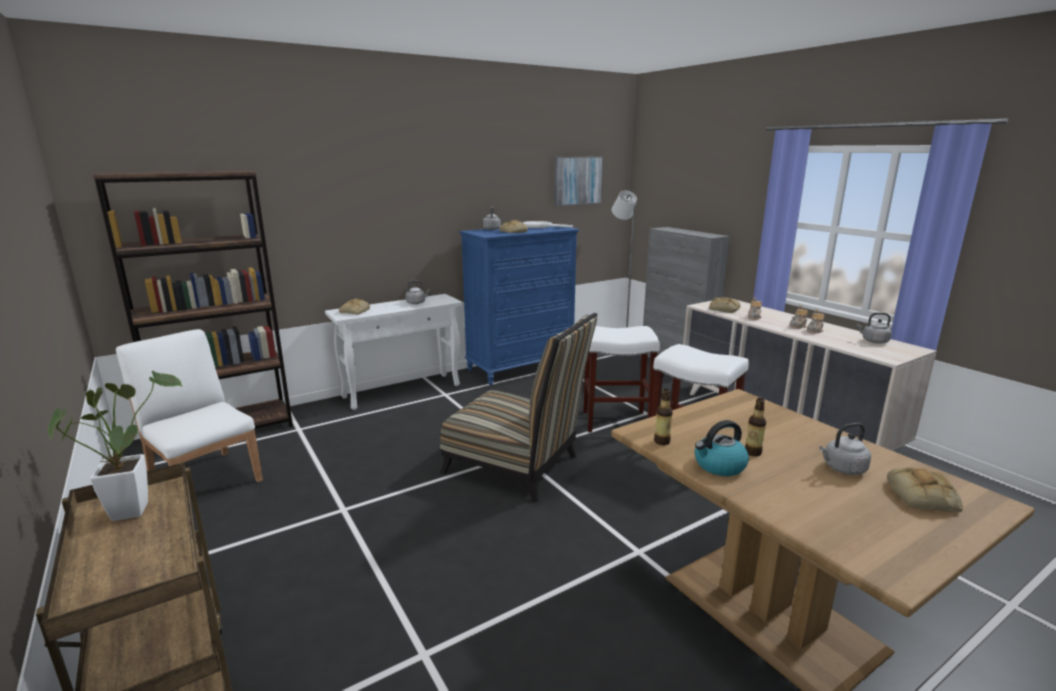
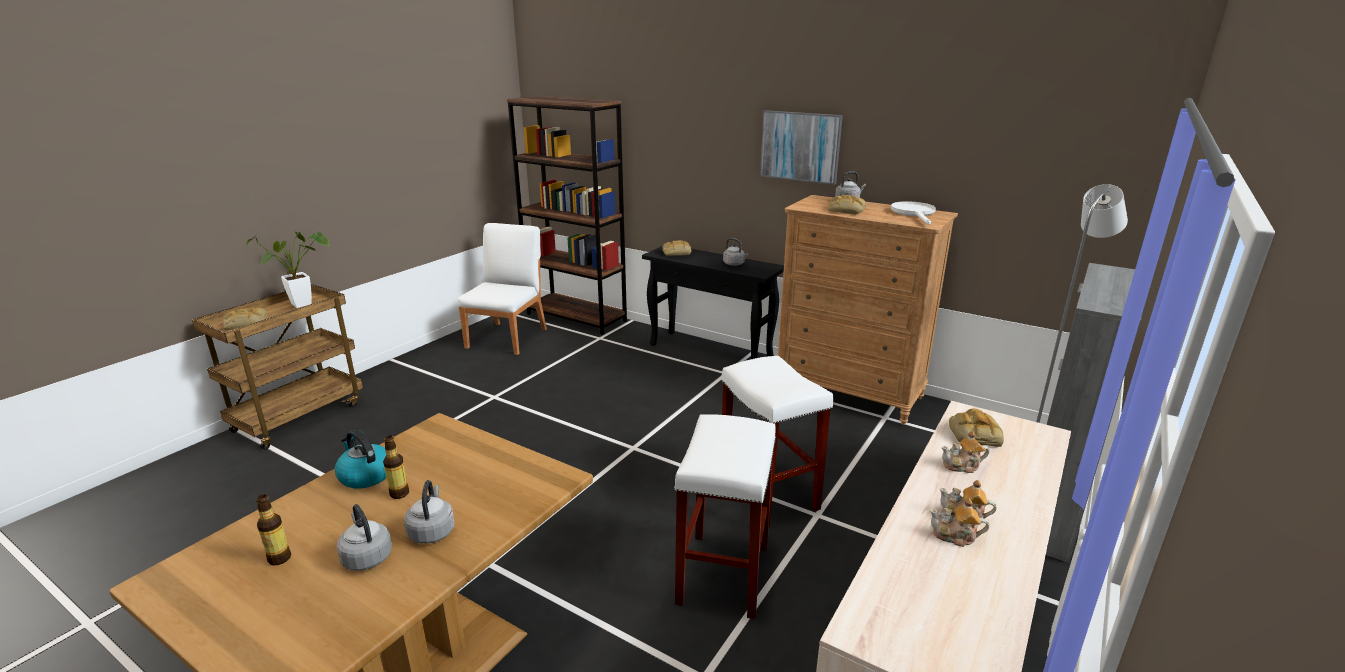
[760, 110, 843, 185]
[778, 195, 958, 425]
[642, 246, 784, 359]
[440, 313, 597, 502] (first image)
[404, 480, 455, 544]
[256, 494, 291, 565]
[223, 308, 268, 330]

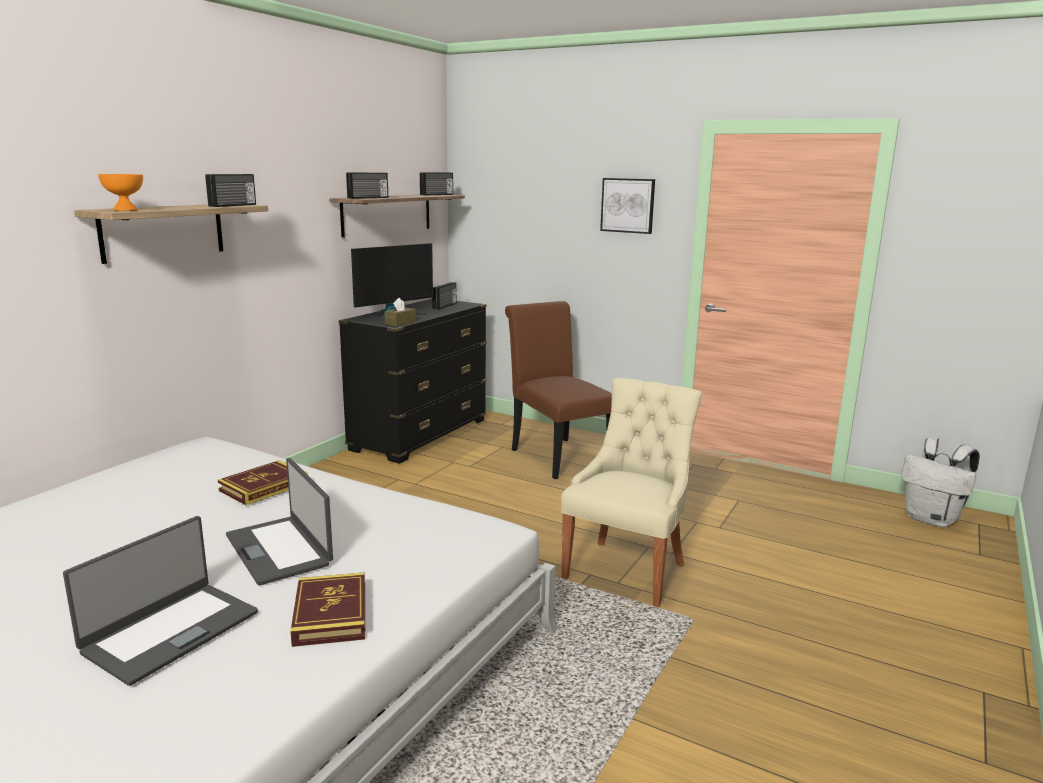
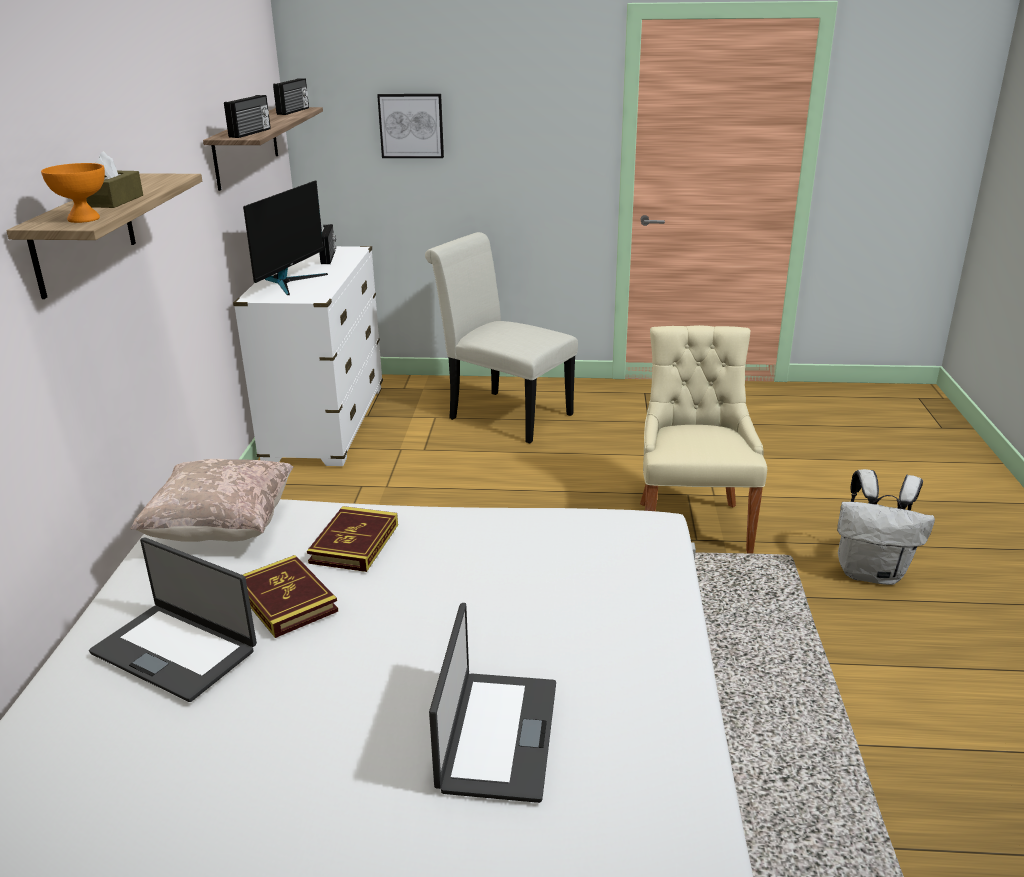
[205, 174, 256, 207] (first image)
[377, 94, 444, 158]
[233, 246, 383, 466]
[86, 151, 143, 208]
[425, 232, 578, 443]
[837, 469, 935, 585]
[89, 538, 257, 702]
[243, 555, 338, 638]
[130, 459, 293, 542]

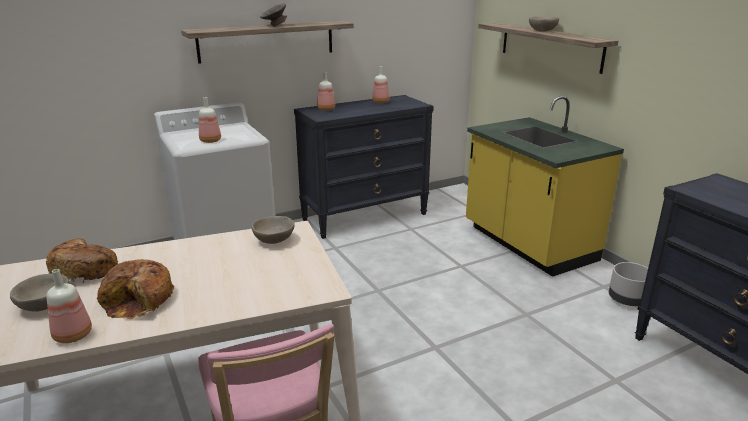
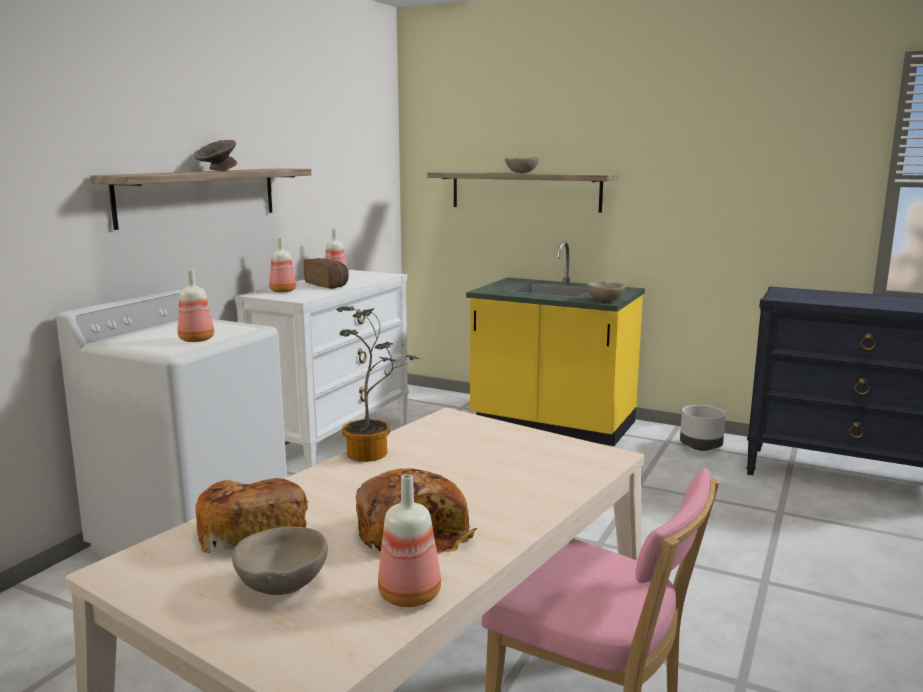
[235, 269, 409, 469]
[587, 281, 625, 301]
[304, 258, 349, 289]
[336, 306, 420, 462]

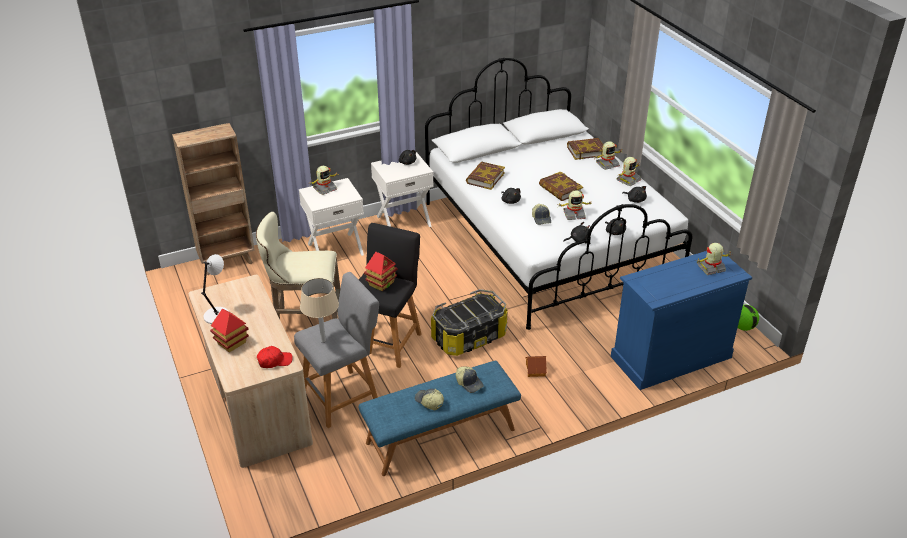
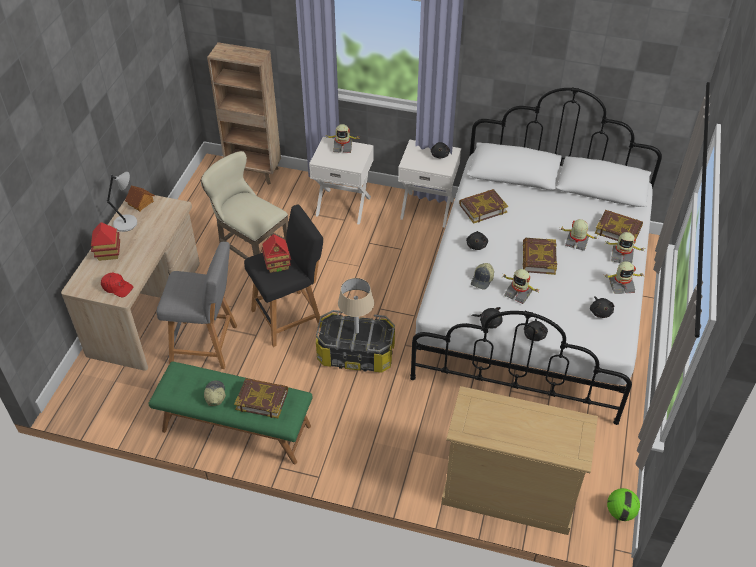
[559, 219, 599, 251]
[441, 386, 598, 535]
[338, 278, 374, 334]
[125, 185, 155, 211]
[148, 361, 313, 464]
[234, 378, 288, 418]

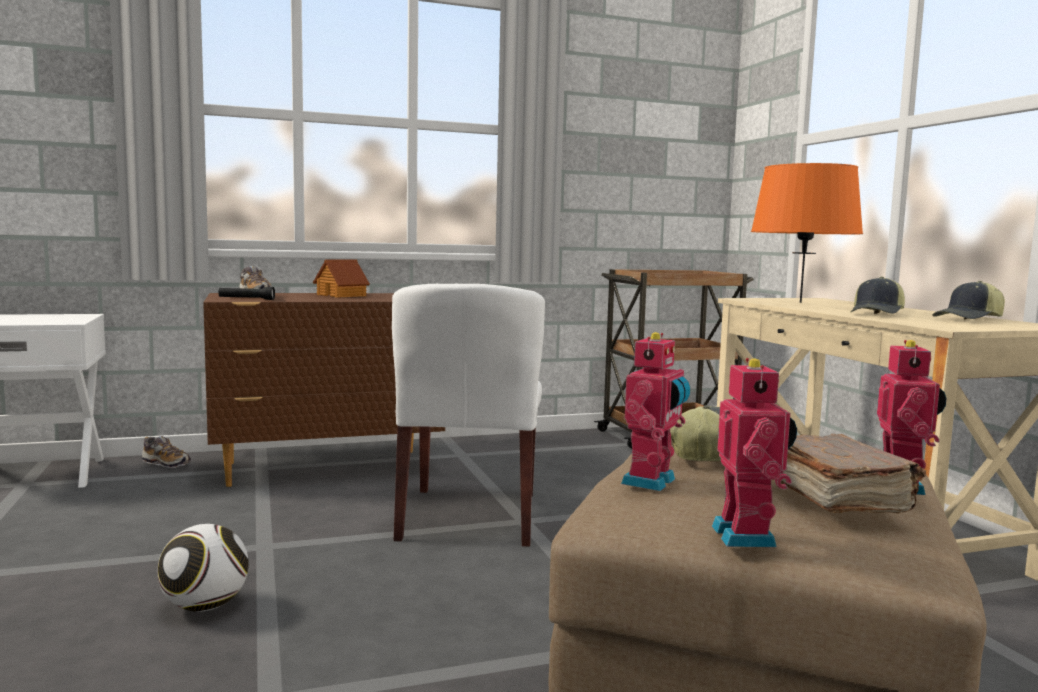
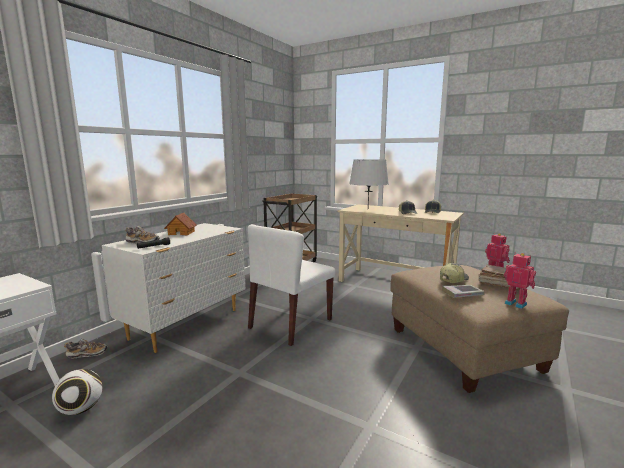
[349, 159, 389, 205]
[248, 224, 335, 346]
[102, 223, 246, 353]
[442, 285, 484, 298]
[52, 369, 102, 415]

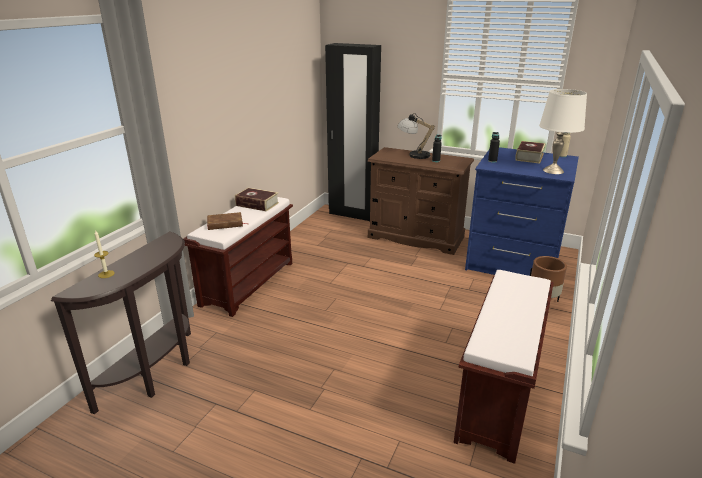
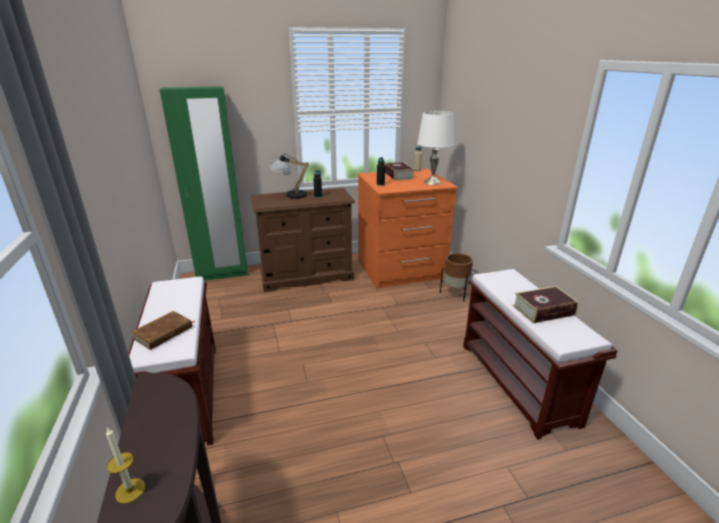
[160, 86, 248, 281]
[357, 168, 458, 289]
[513, 286, 579, 323]

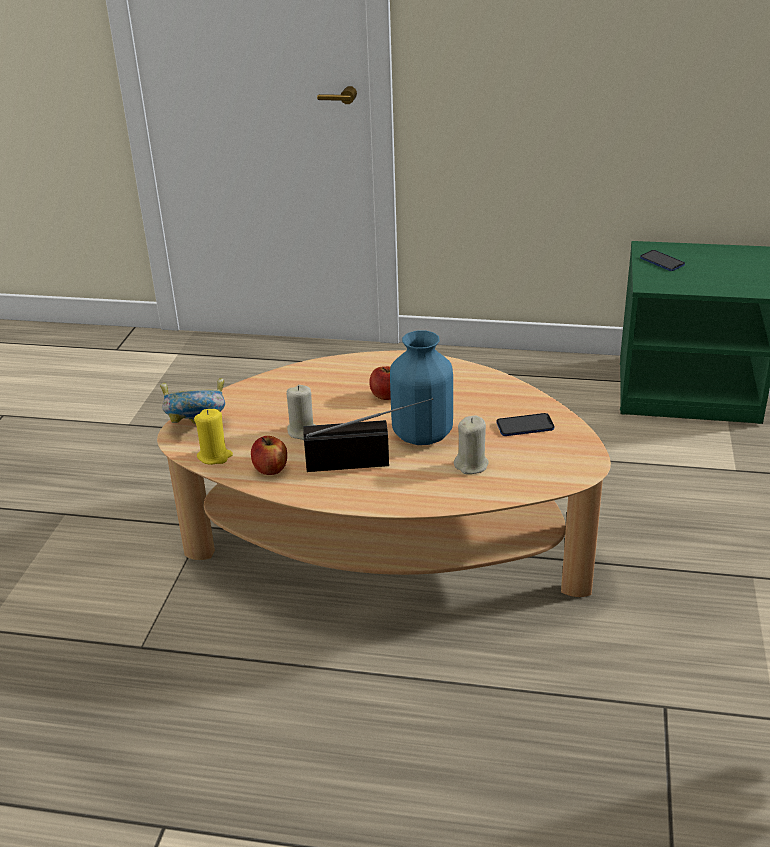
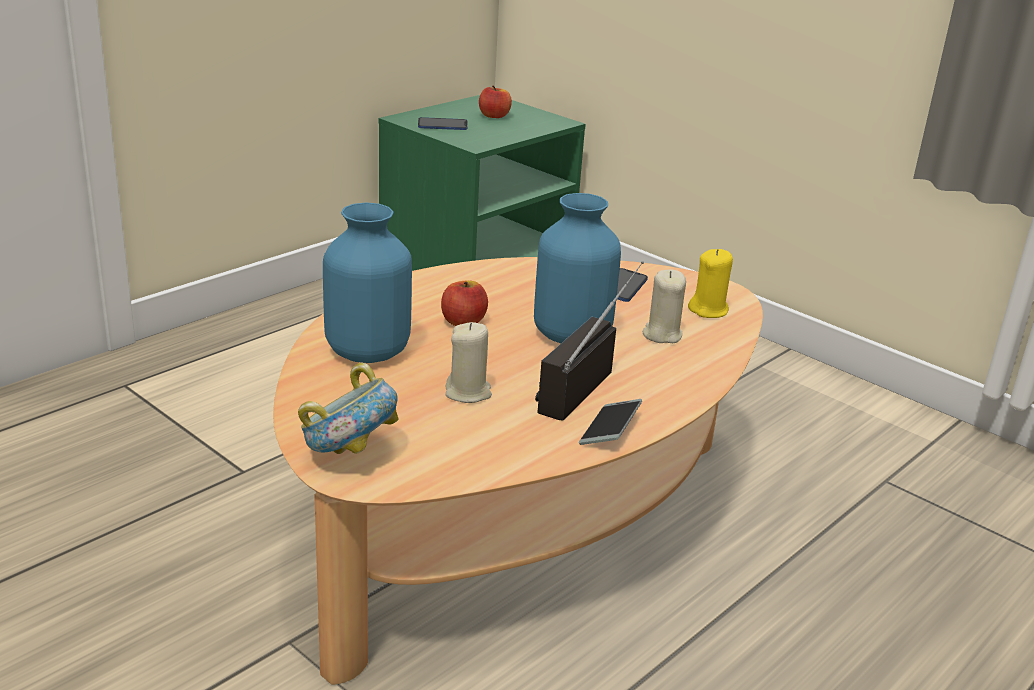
[688, 249, 733, 318]
[479, 86, 512, 118]
[323, 203, 412, 363]
[579, 399, 642, 445]

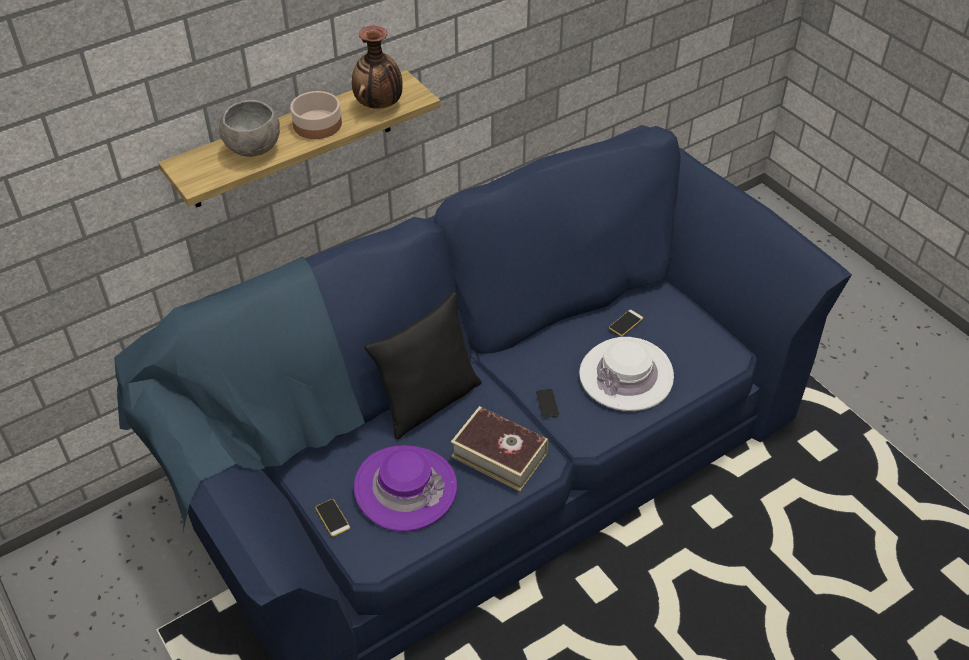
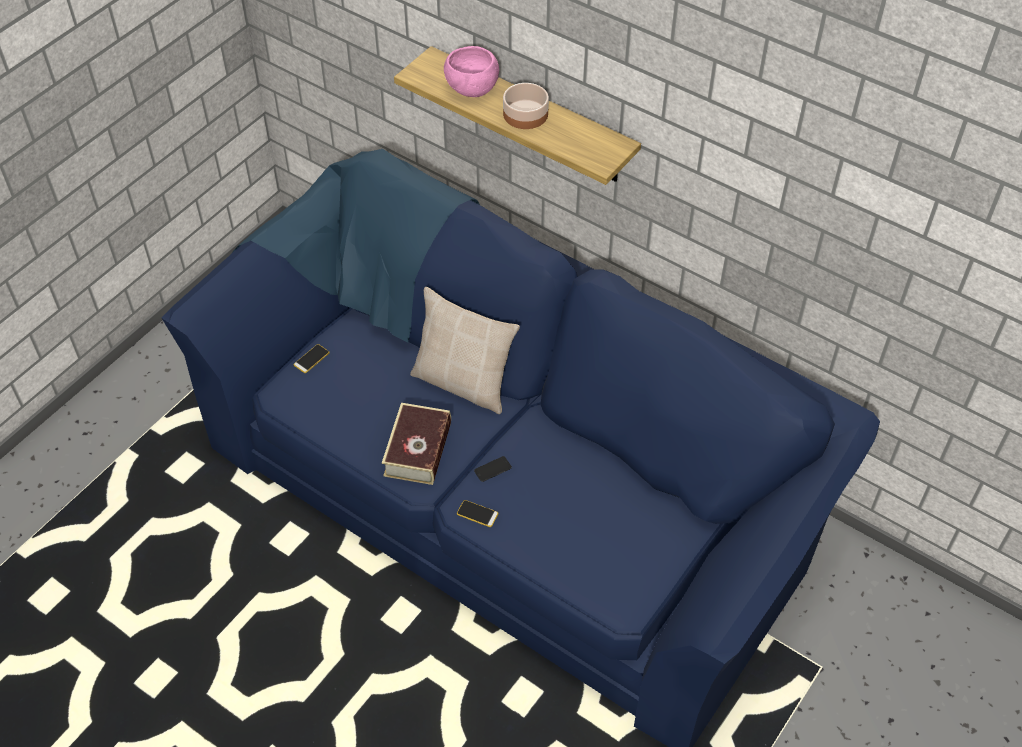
[352, 26, 403, 109] (first image)
[444, 46, 499, 97]
[410, 287, 520, 414]
[457, 500, 498, 527]
[579, 337, 674, 411] (first image)
[354, 445, 457, 532] (first image)

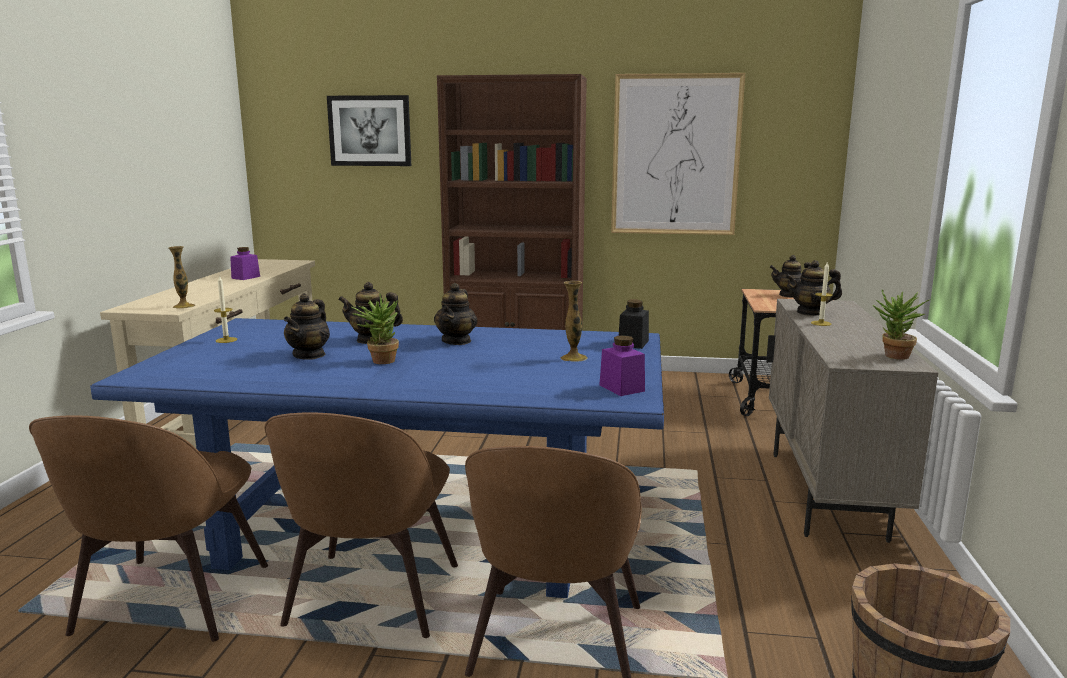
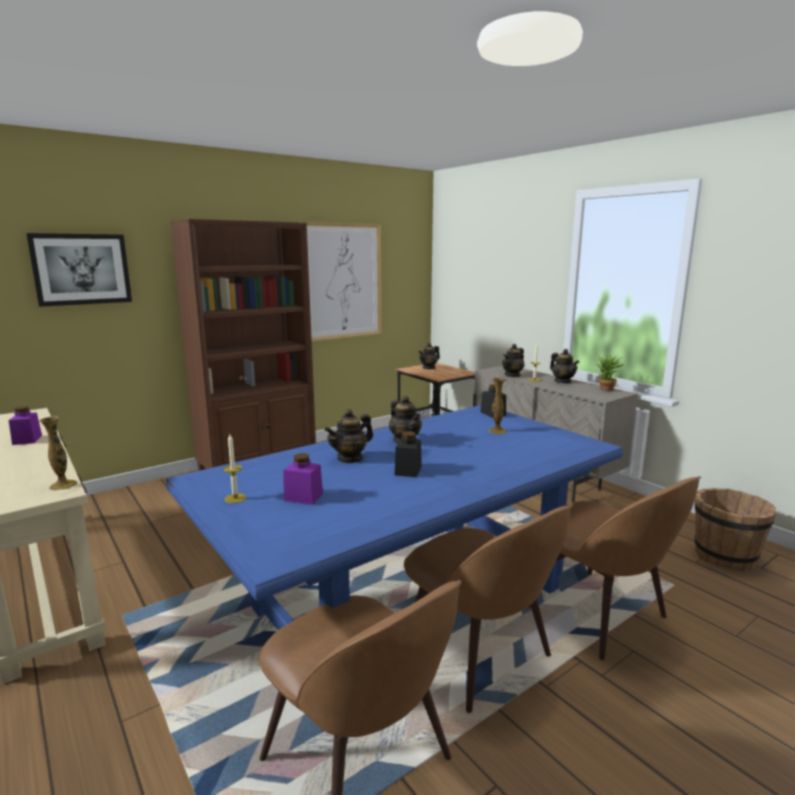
[550, 349, 579, 383]
[395, 431, 422, 477]
[284, 453, 323, 505]

